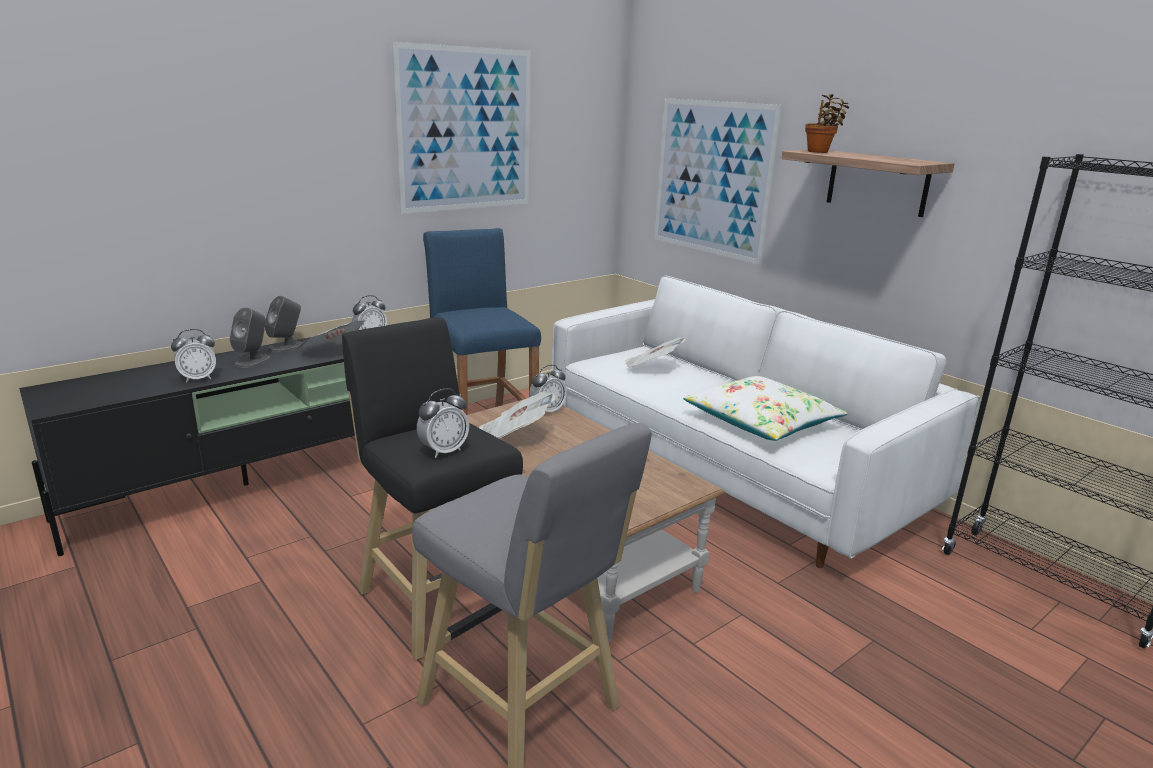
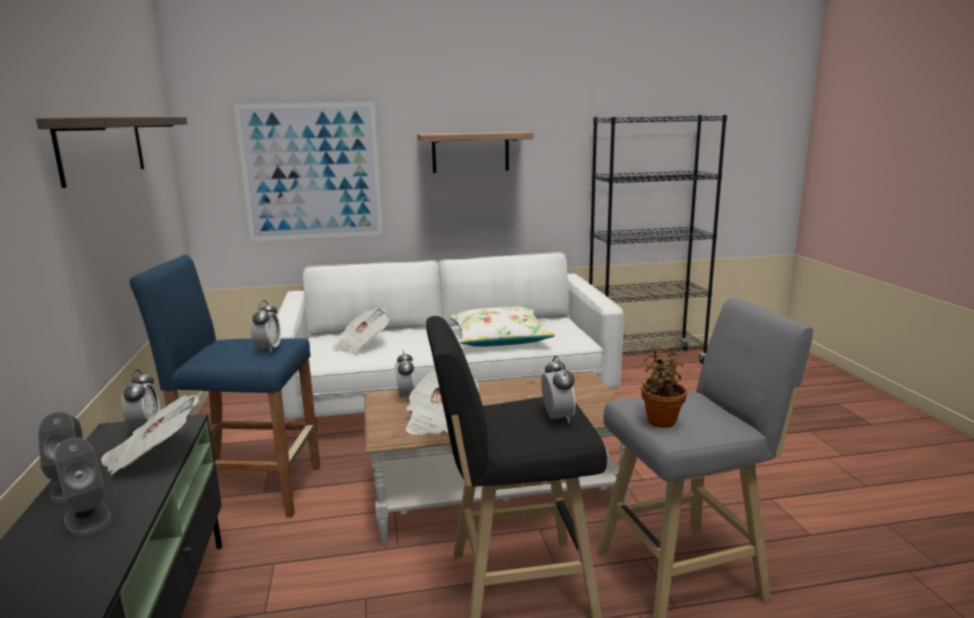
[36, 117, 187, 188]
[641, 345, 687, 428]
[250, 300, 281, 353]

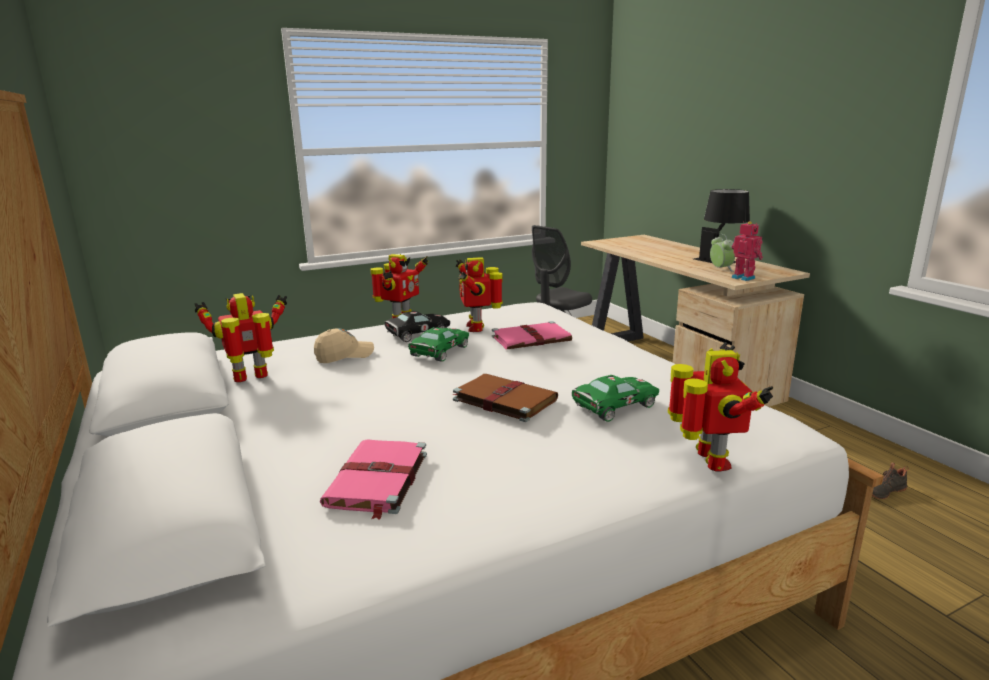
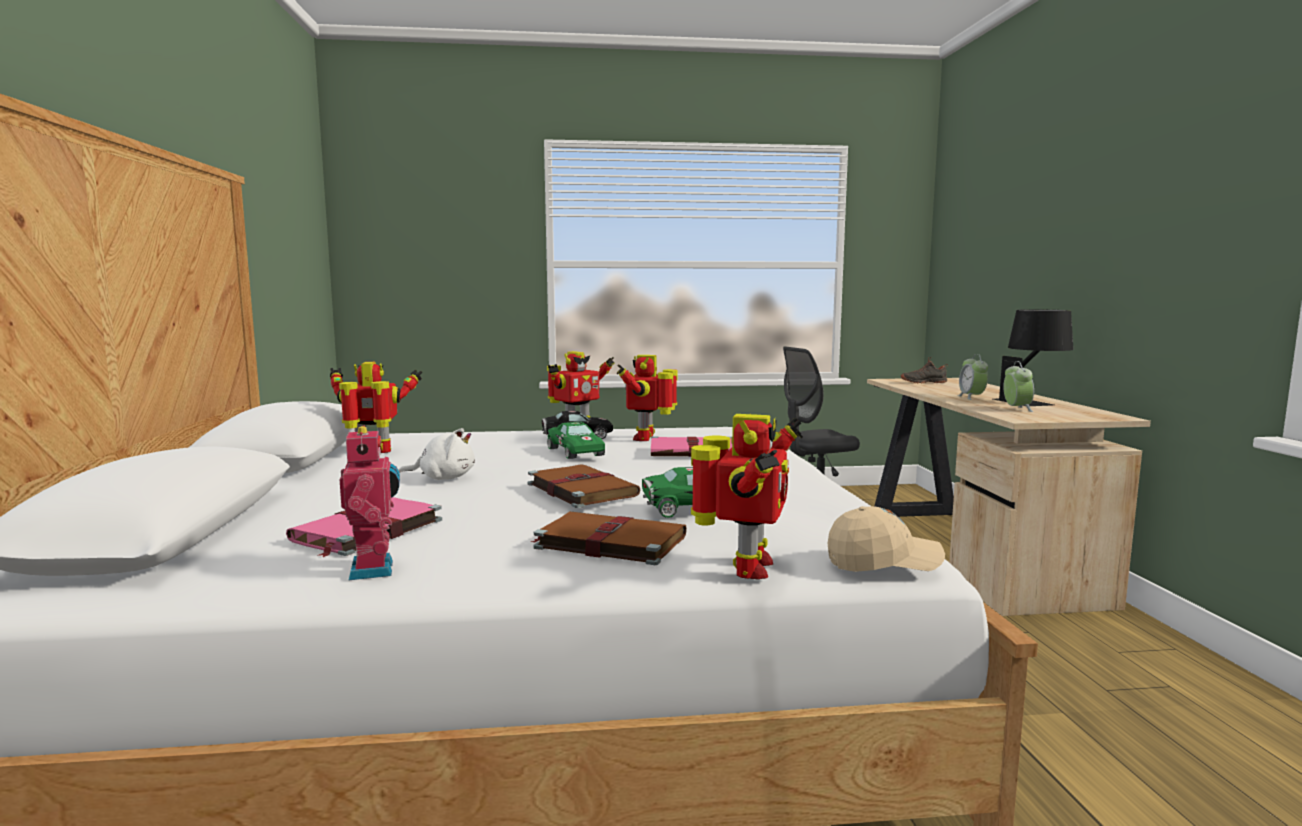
[340, 425, 400, 581]
[547, 422, 605, 459]
[828, 506, 945, 572]
[901, 357, 948, 383]
[957, 354, 988, 400]
[398, 428, 475, 480]
[530, 512, 687, 565]

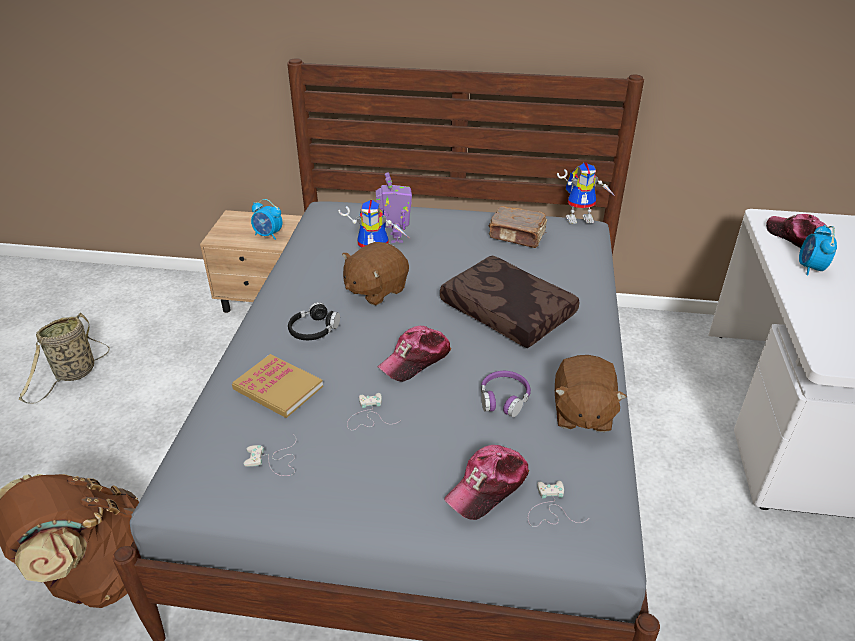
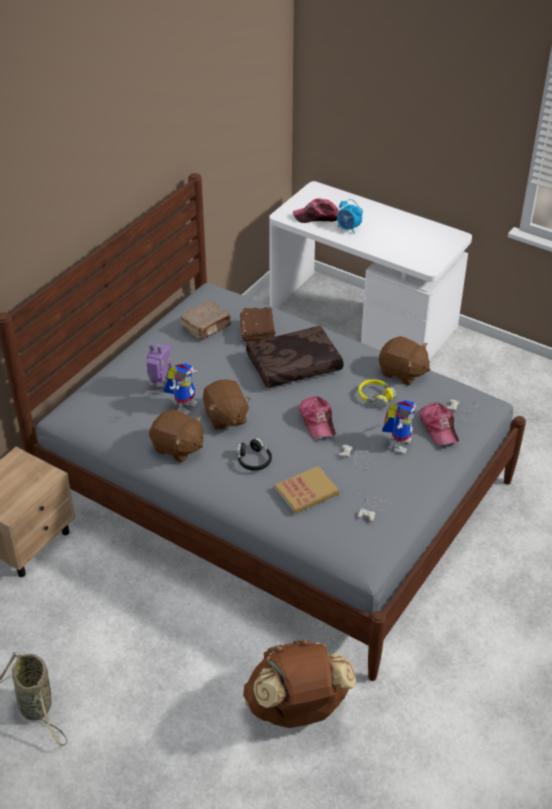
[382, 400, 416, 454]
[251, 199, 282, 240] (first image)
[358, 379, 396, 408]
[240, 307, 276, 343]
[149, 409, 203, 463]

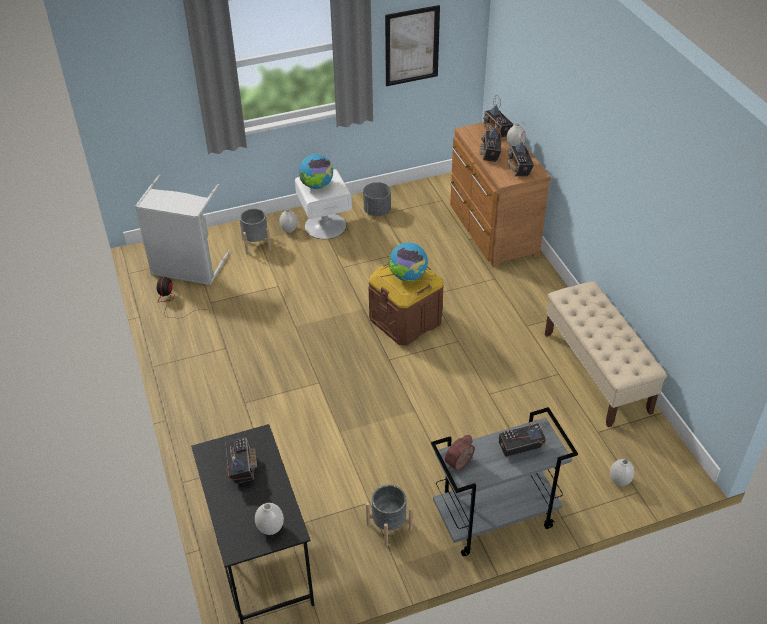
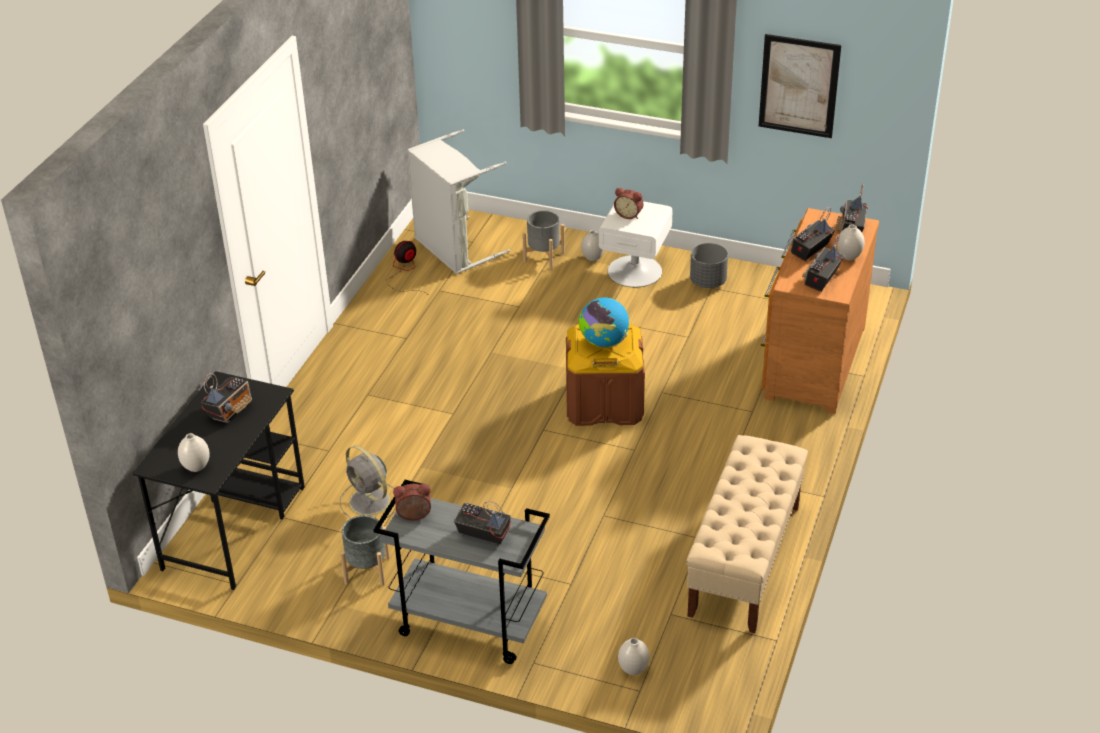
[614, 188, 643, 219]
[340, 445, 396, 518]

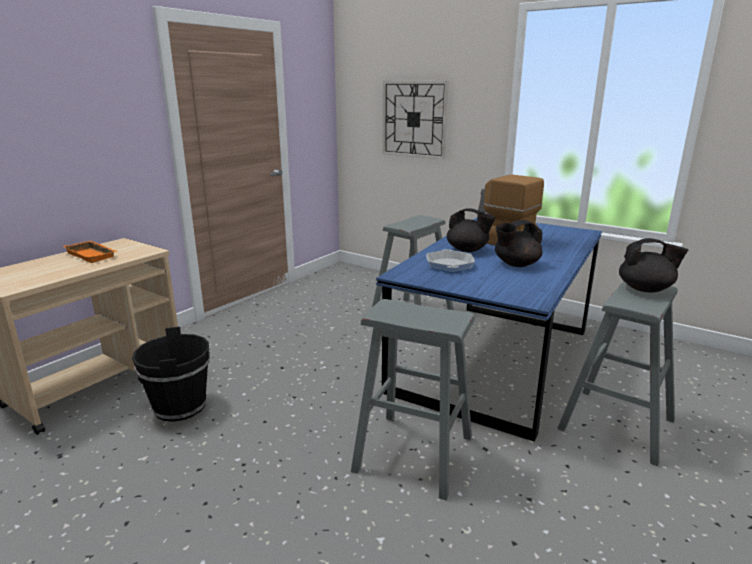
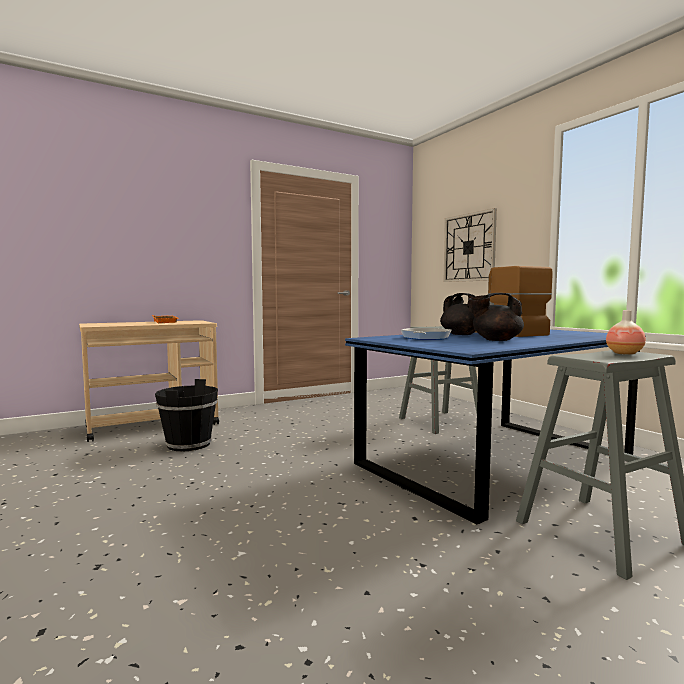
[606, 310, 646, 355]
[351, 299, 475, 500] (first image)

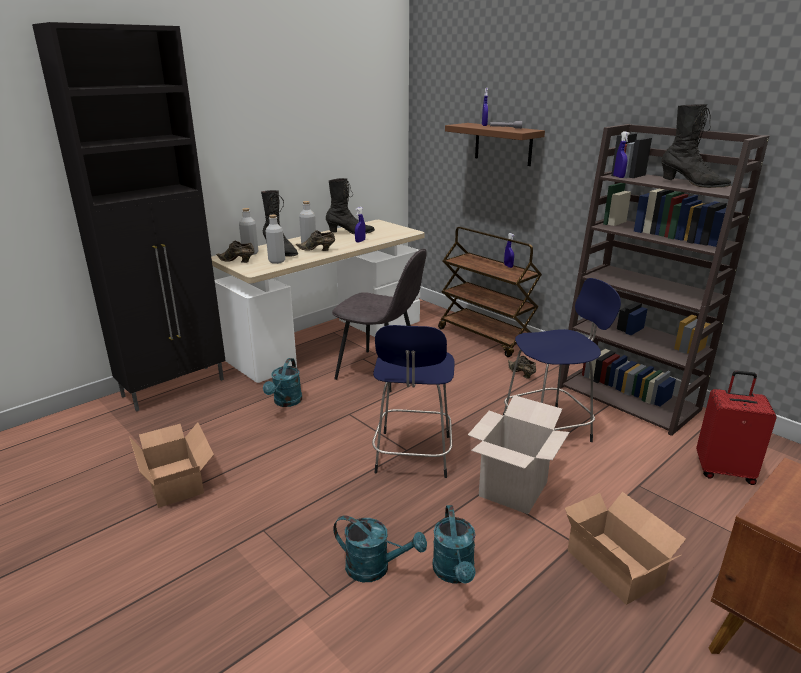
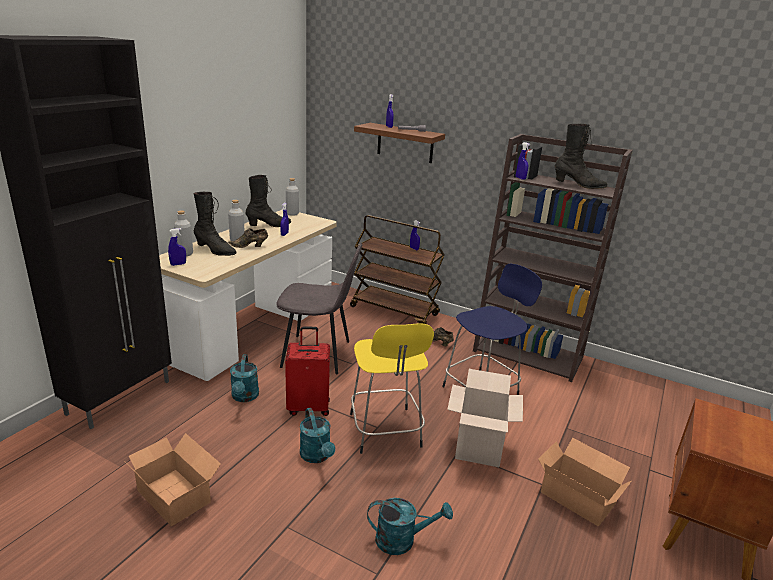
[286, 178, 299, 216]
[168, 228, 186, 266]
[350, 323, 434, 454]
[285, 326, 330, 416]
[300, 408, 335, 463]

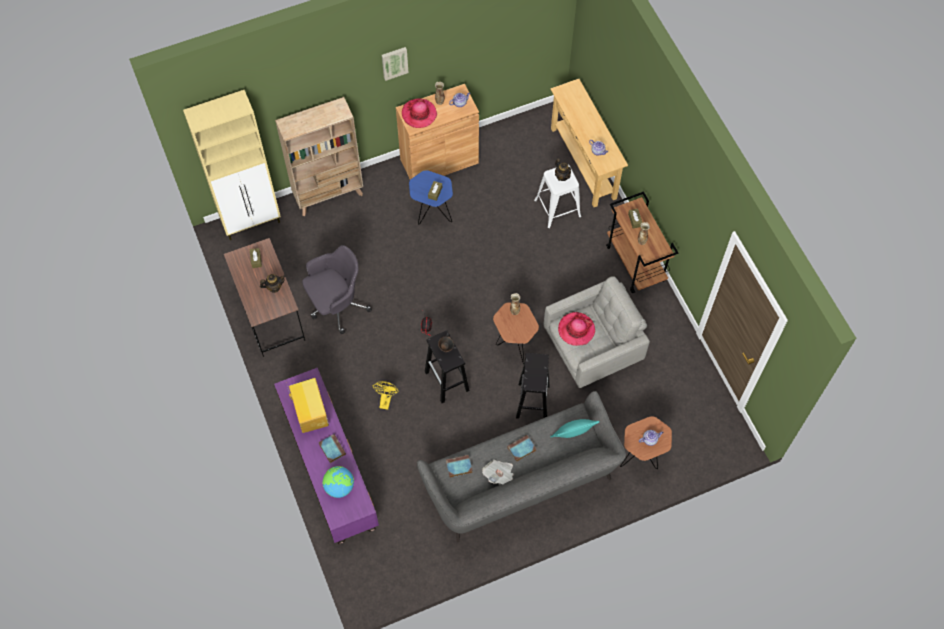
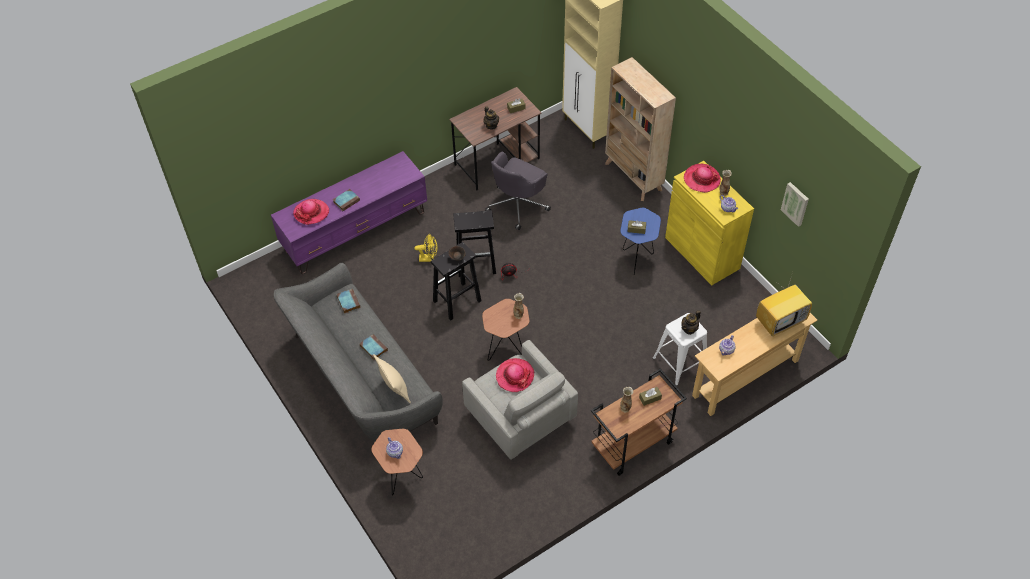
[781, 182, 809, 227]
[665, 161, 754, 286]
[485, 151, 551, 230]
[453, 210, 496, 277]
[756, 272, 812, 336]
[373, 354, 411, 403]
[482, 460, 514, 484] (first image)
[293, 199, 329, 225]

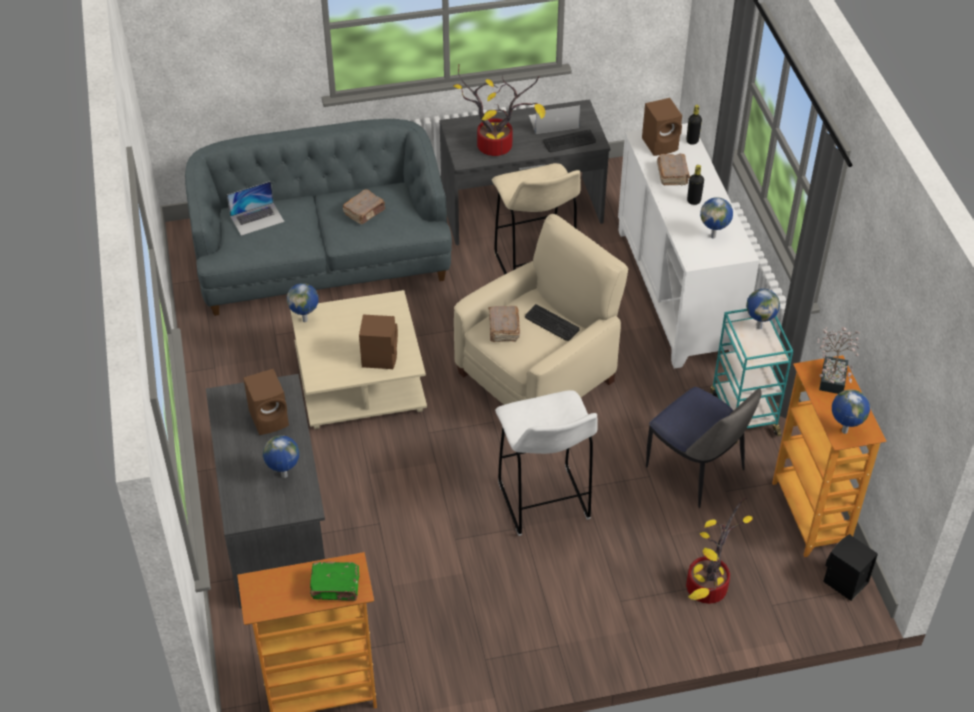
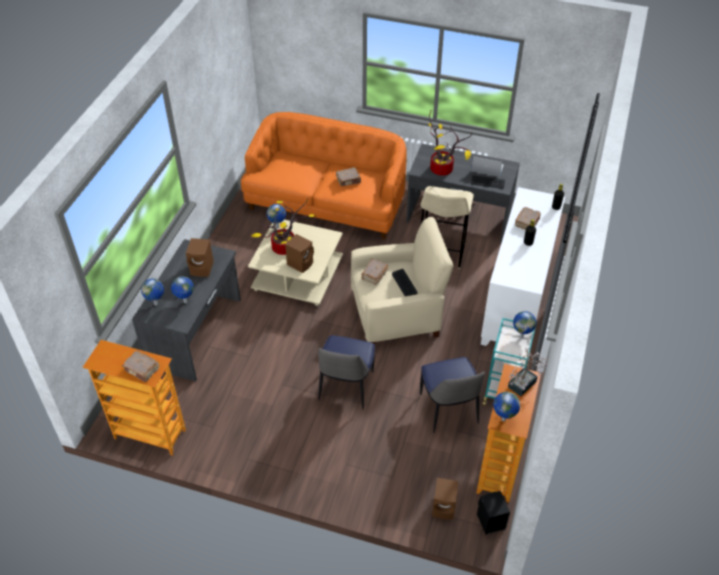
[432, 478, 459, 520]
[241, 112, 407, 239]
[227, 181, 285, 236] (first image)
[141, 279, 164, 306]
[318, 335, 375, 409]
[251, 199, 316, 255]
[122, 351, 159, 382]

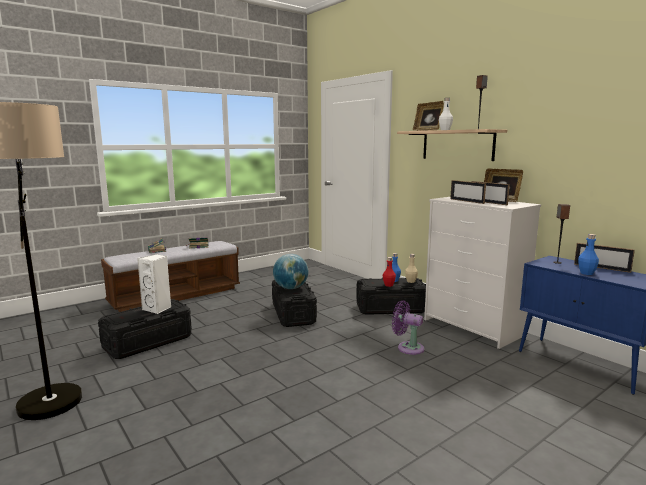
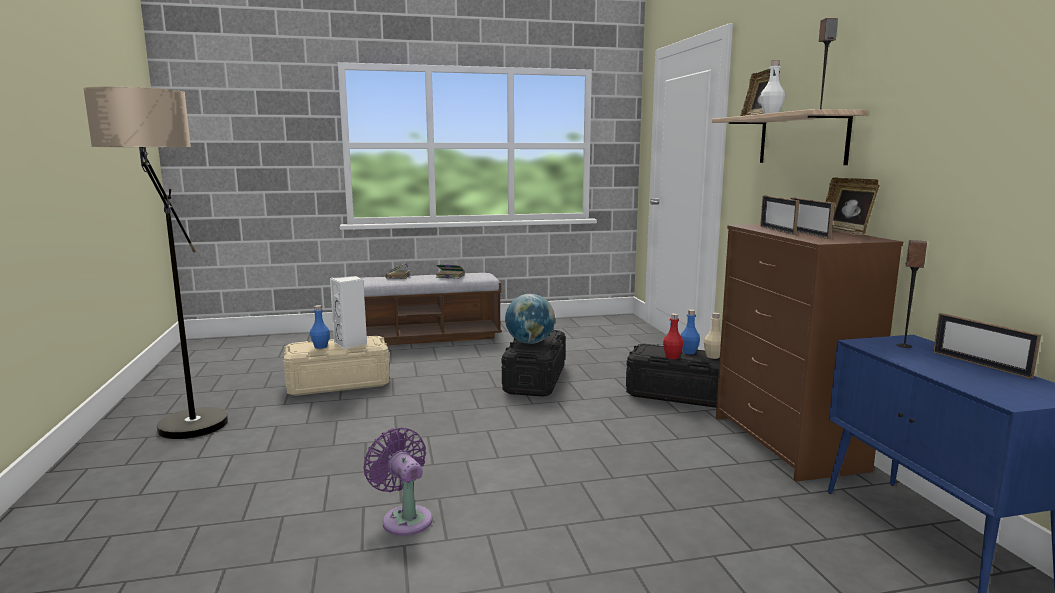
[716, 224, 903, 482]
[310, 305, 330, 349]
[284, 336, 390, 396]
[363, 428, 433, 536]

